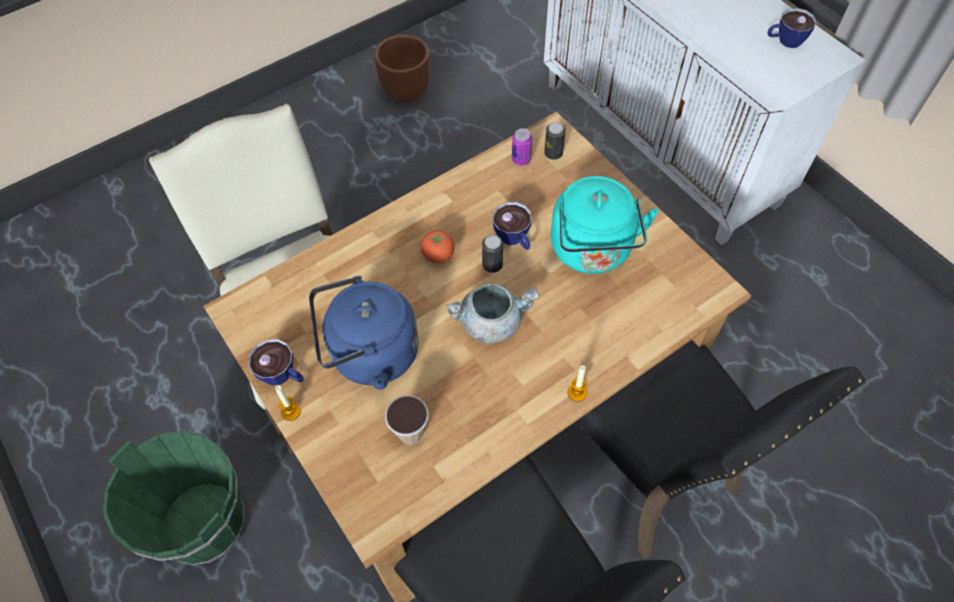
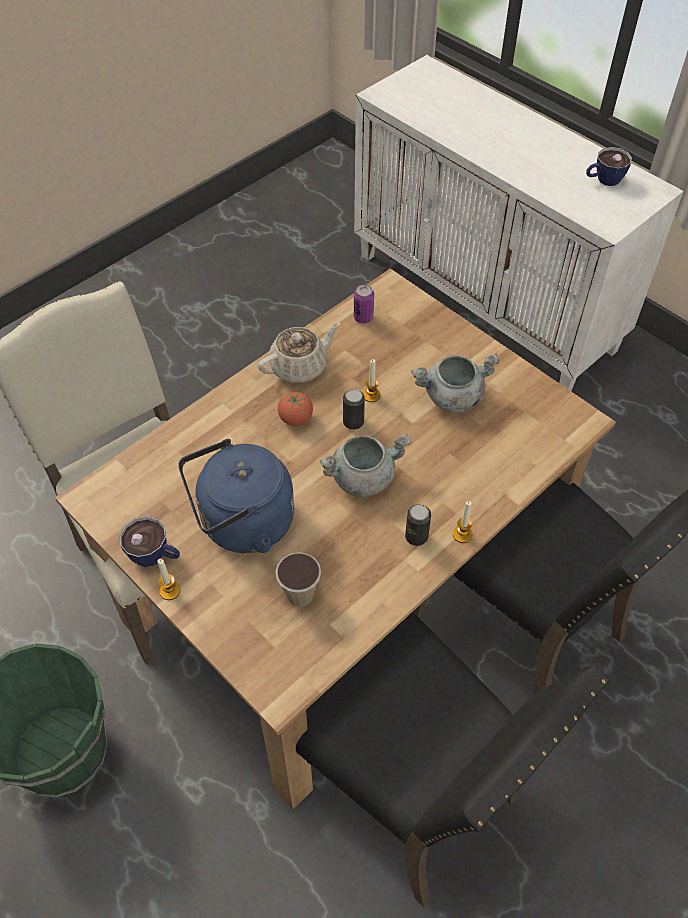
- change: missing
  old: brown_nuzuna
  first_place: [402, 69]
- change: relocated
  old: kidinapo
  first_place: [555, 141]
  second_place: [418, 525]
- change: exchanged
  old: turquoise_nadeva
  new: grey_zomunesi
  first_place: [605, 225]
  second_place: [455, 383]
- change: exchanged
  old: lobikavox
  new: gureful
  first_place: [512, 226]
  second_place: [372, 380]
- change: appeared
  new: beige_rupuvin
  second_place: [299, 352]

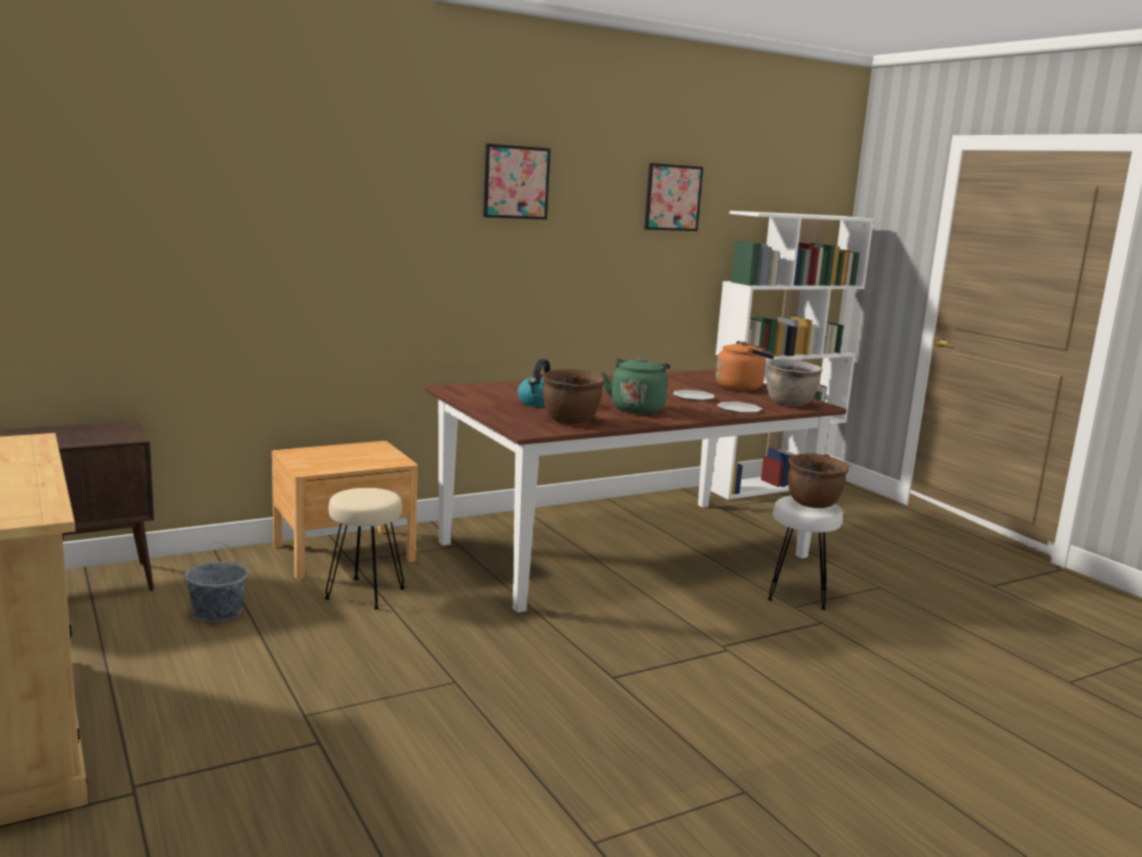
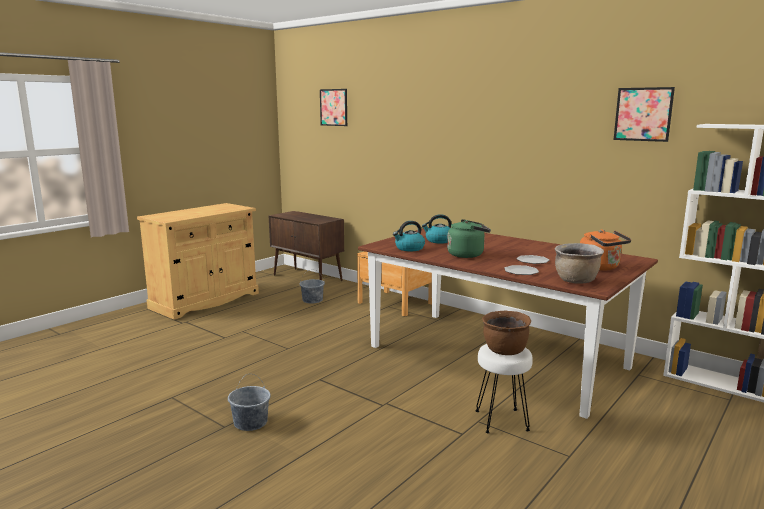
- change: relocated
  old: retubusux
  first_place: [517, 182]
  second_place: [333, 107]
- change: exchanged
  old: brown_zomunesi
  new: nadeva
  first_place: [573, 396]
  second_place: [409, 236]
- change: missing
  old: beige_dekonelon
  first_place: [364, 549]
- change: appeared
  new: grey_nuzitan
  second_place: [249, 402]

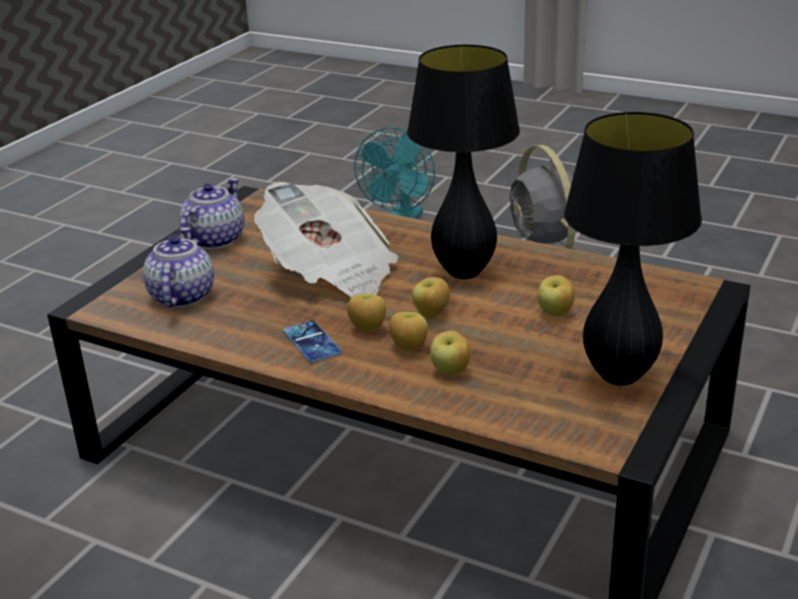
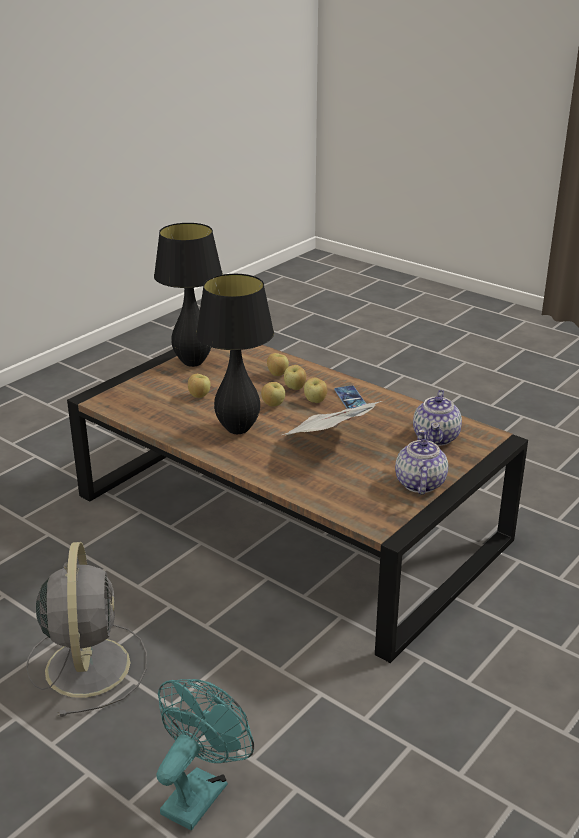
- change: spun
  old: rupuvin
  first_place: [211, 213]
  second_place: [421, 462]
  degrees: 150

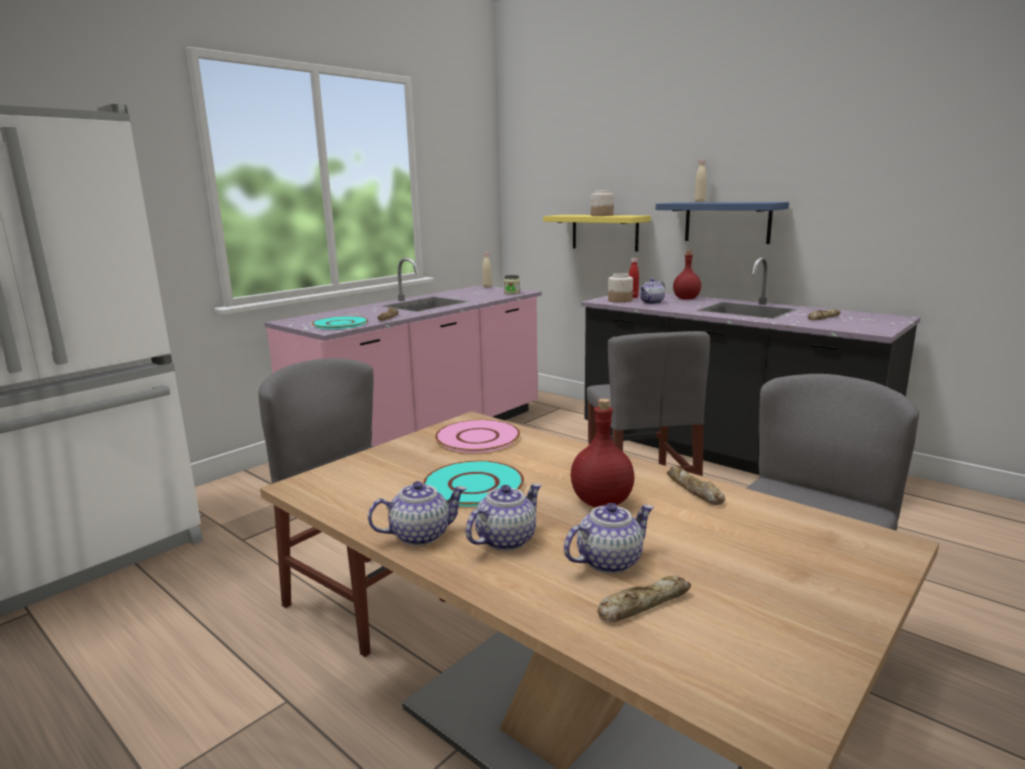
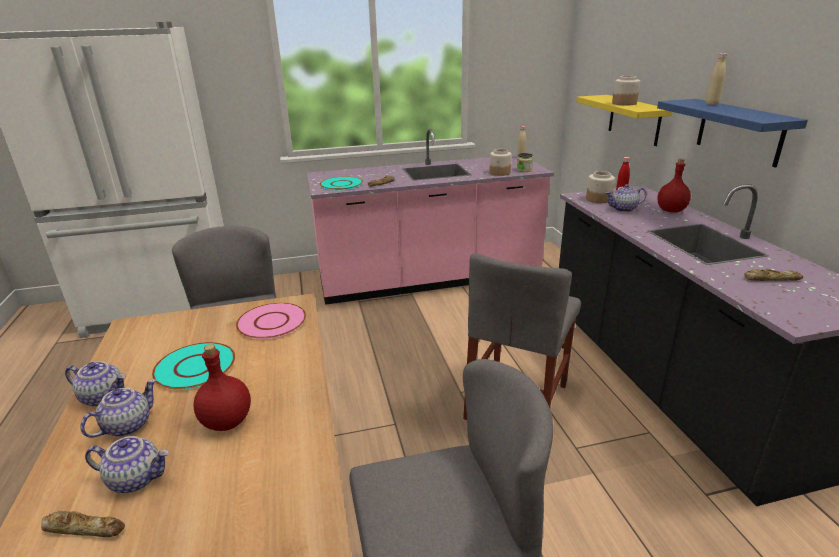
- change: missing
  old: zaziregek
  first_place: [696, 486]
- change: spun
  old: rupuvin
  first_place: [503, 517]
  second_place: [118, 408]
  degrees: -45
- change: appeared
  new: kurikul
  second_place: [500, 162]

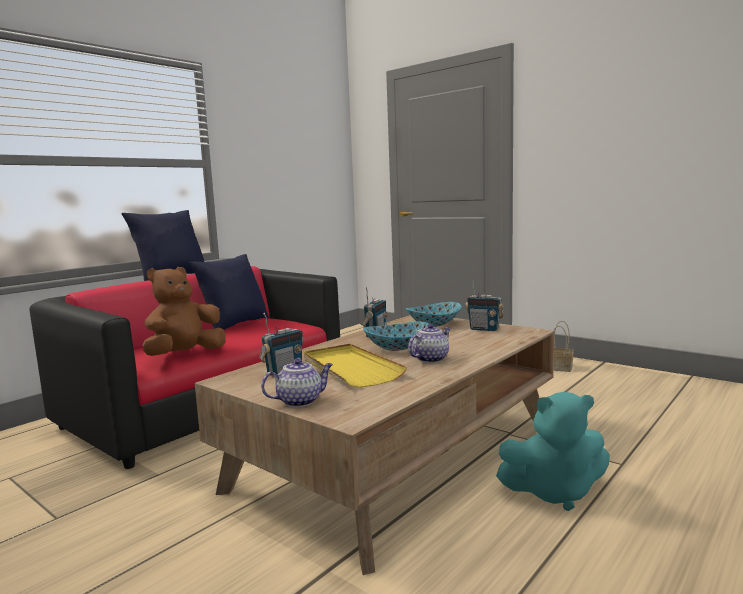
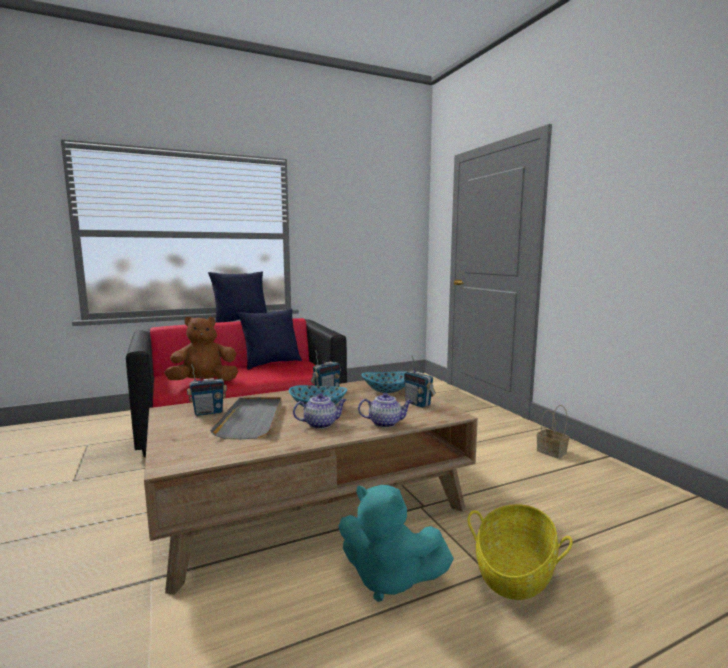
- change: colour
  old: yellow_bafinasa
  new: grey_bafinasa
  first_place: [355, 366]
  second_place: [245, 418]
- change: relocated
  old: rupuvin
  first_place: [297, 382]
  second_place: [385, 410]
- change: appeared
  new: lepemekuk
  second_place: [520, 552]

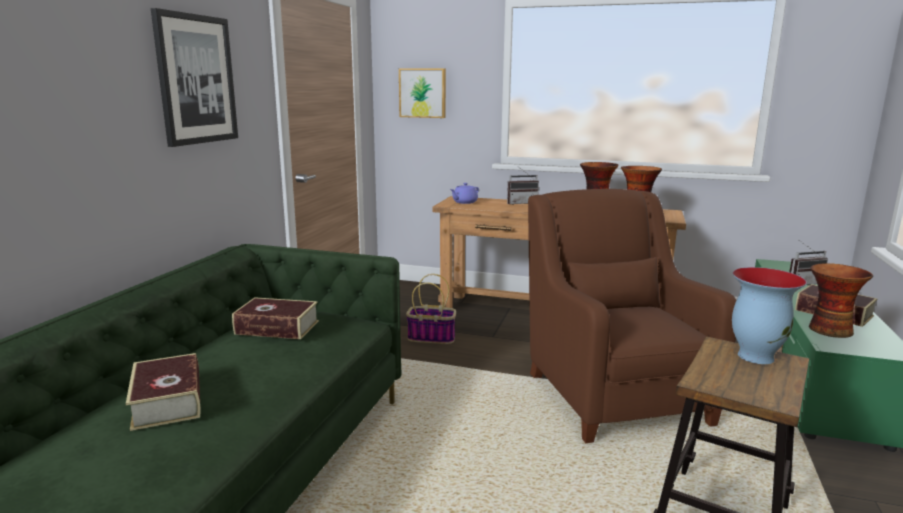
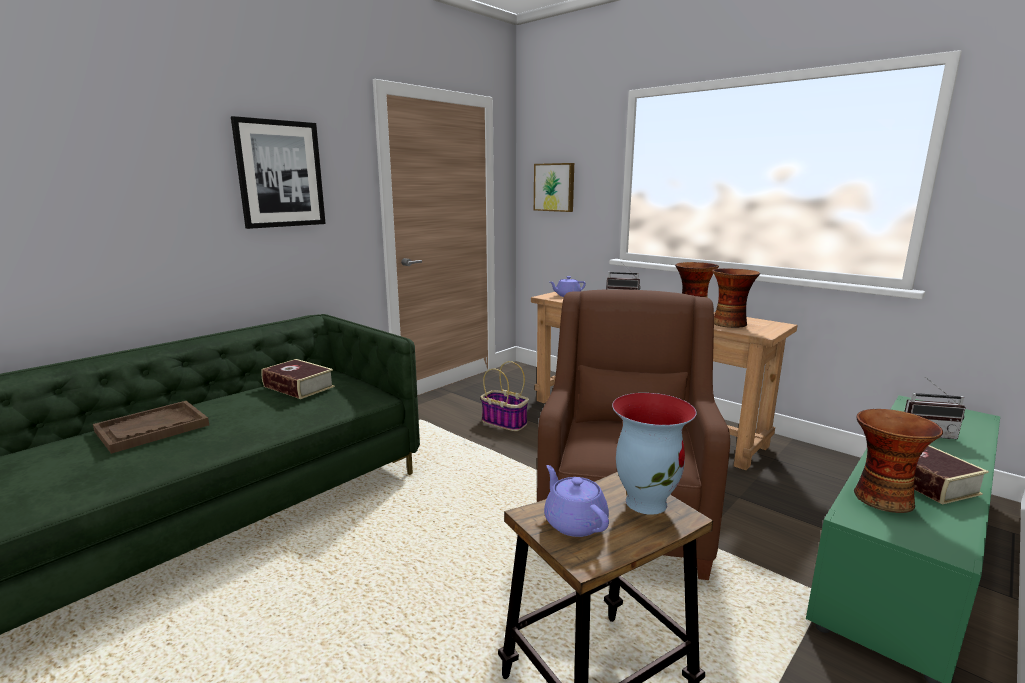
- change: exchanged
  old: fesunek
  new: brown_bafinasa
  first_place: [163, 392]
  second_place: [151, 427]
- change: appeared
  new: purple_rupuvin
  second_place: [576, 501]

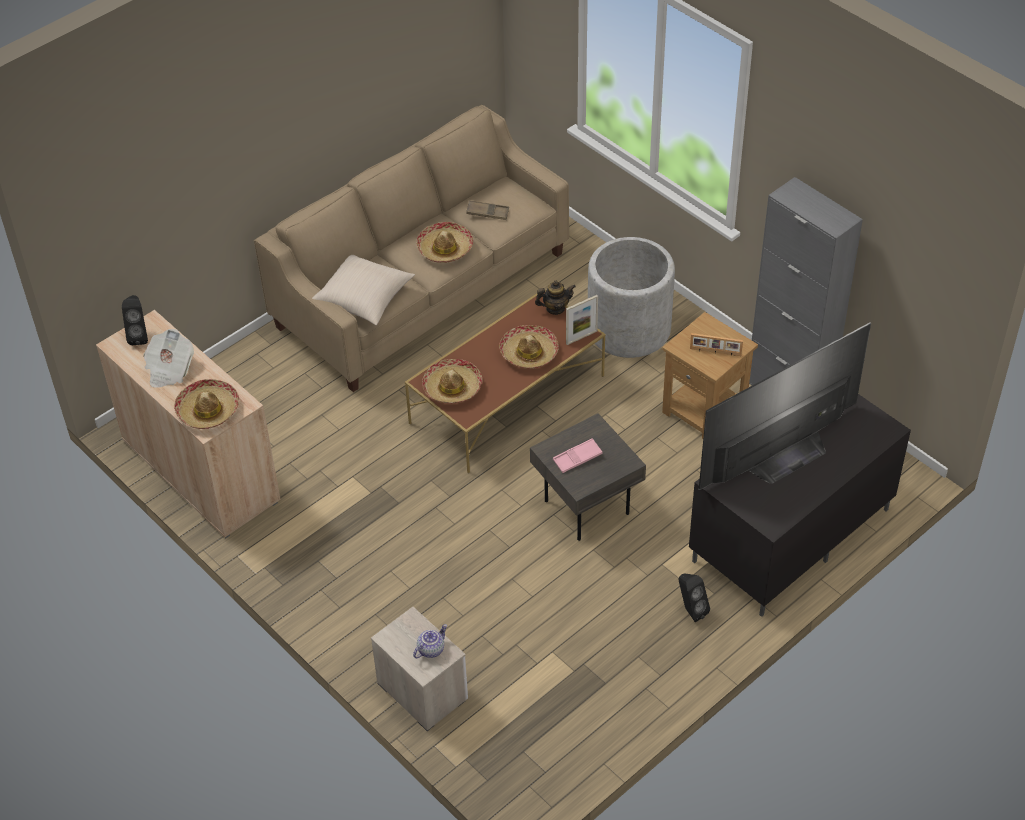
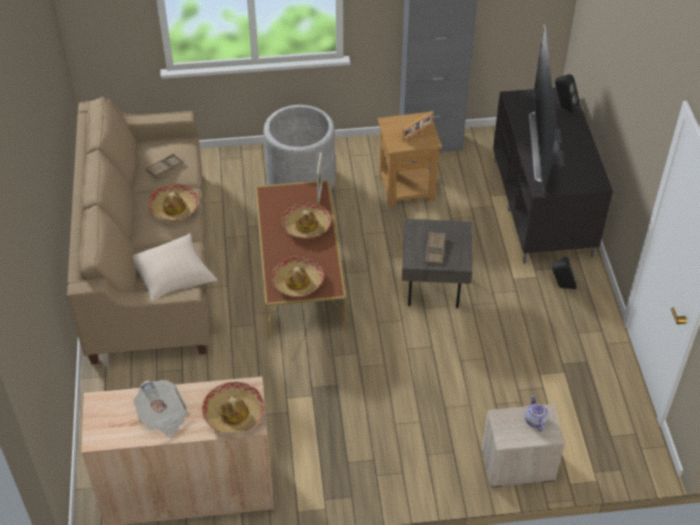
- change: missing
  old: rupuvin
  first_place: [555, 298]
- change: relocated
  old: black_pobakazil
  first_place: [135, 320]
  second_place: [567, 93]
- change: colour
  old: pink_bafinasa
  new: brown_bafinasa
  first_place: [578, 455]
  second_place: [435, 248]

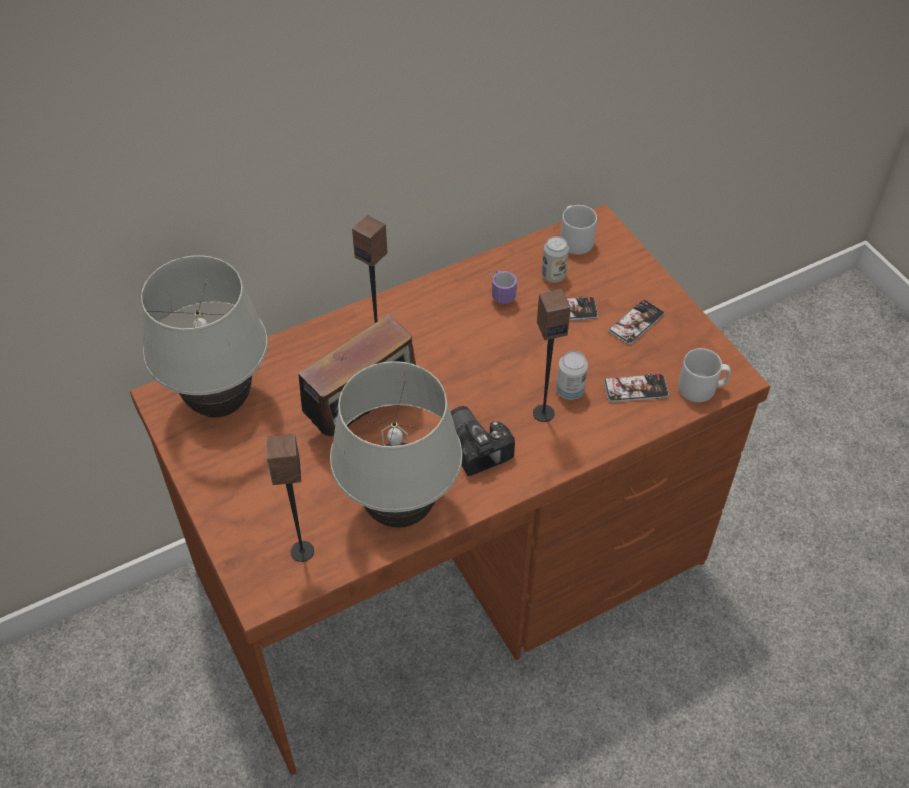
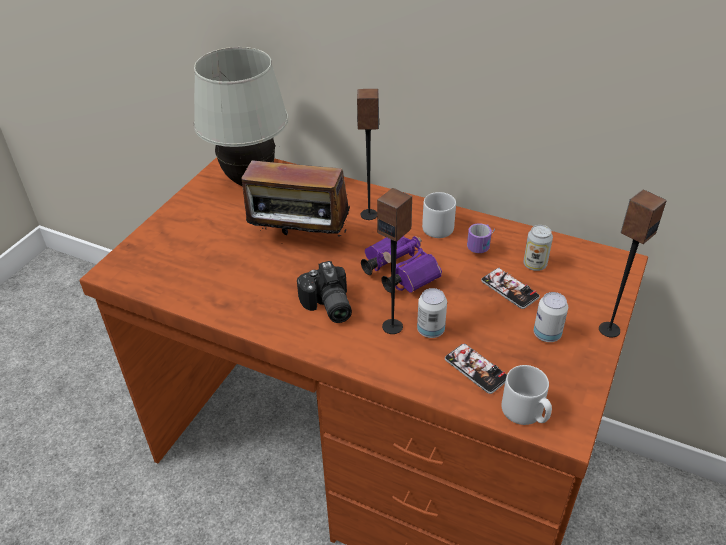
- change: relocated
  old: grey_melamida
  first_place: [578, 230]
  second_place: [439, 215]
- change: exchanged
  old: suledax
  new: kidinapo
  first_place: [636, 322]
  second_place: [550, 317]
- change: missing
  old: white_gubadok
  first_place: [396, 444]
- change: spun
  old: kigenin
  first_place: [483, 441]
  second_place: [324, 292]
  degrees: 135
- change: relocated
  old: pobakazil
  first_place: [290, 498]
  second_place: [633, 264]
- change: appeared
  new: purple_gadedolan
  second_place: [401, 264]

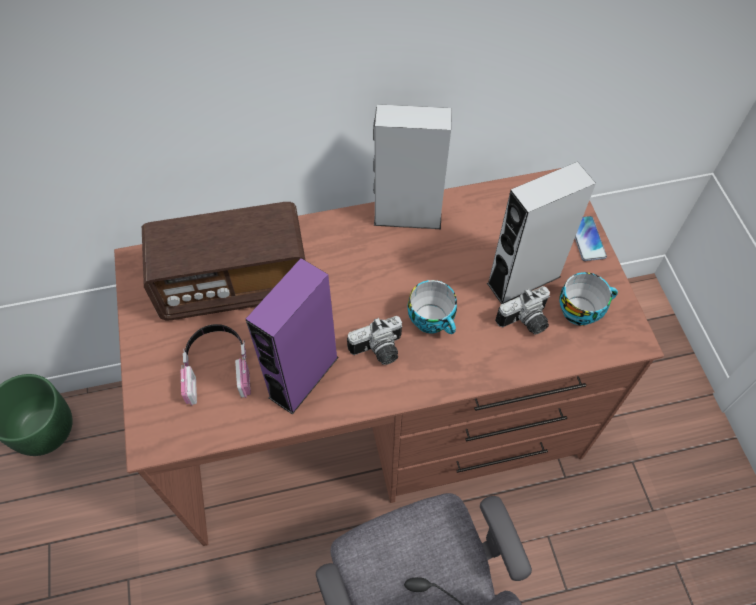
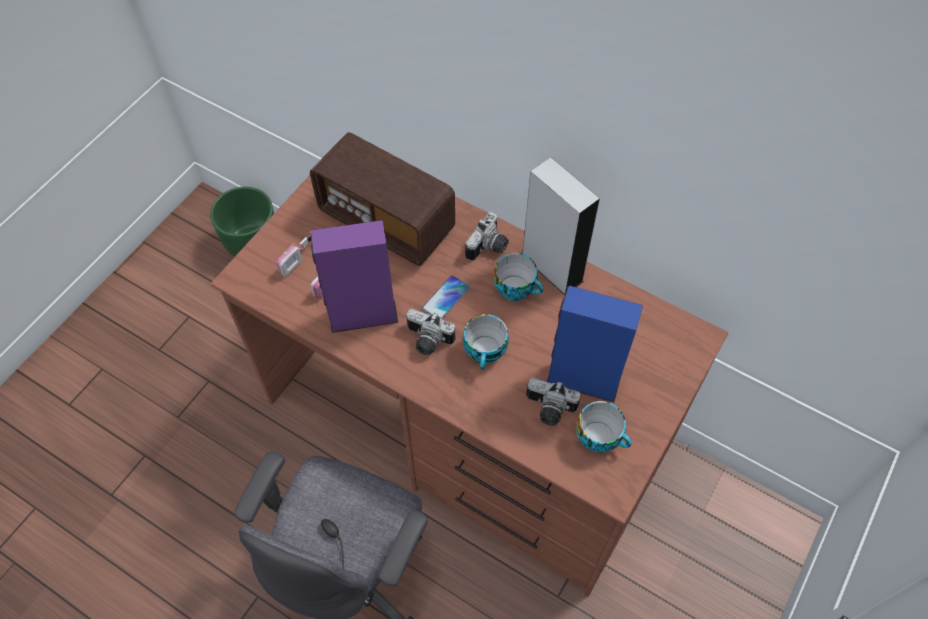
- change: colour
  old: grey_pobakazil
  new: blue_pobakazil
  first_place: [541, 233]
  second_place: [595, 344]
- change: relocated
  old: suledax
  first_place: [591, 238]
  second_place: [446, 297]
- change: appeared
  new: kigenin
  second_place: [487, 236]
- change: appeared
  new: lobikavox
  second_place: [518, 277]

